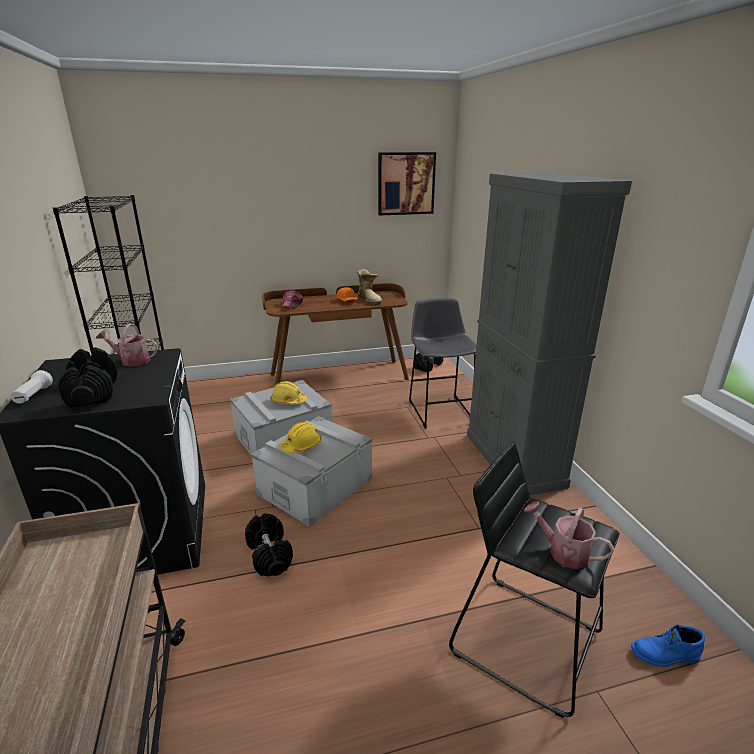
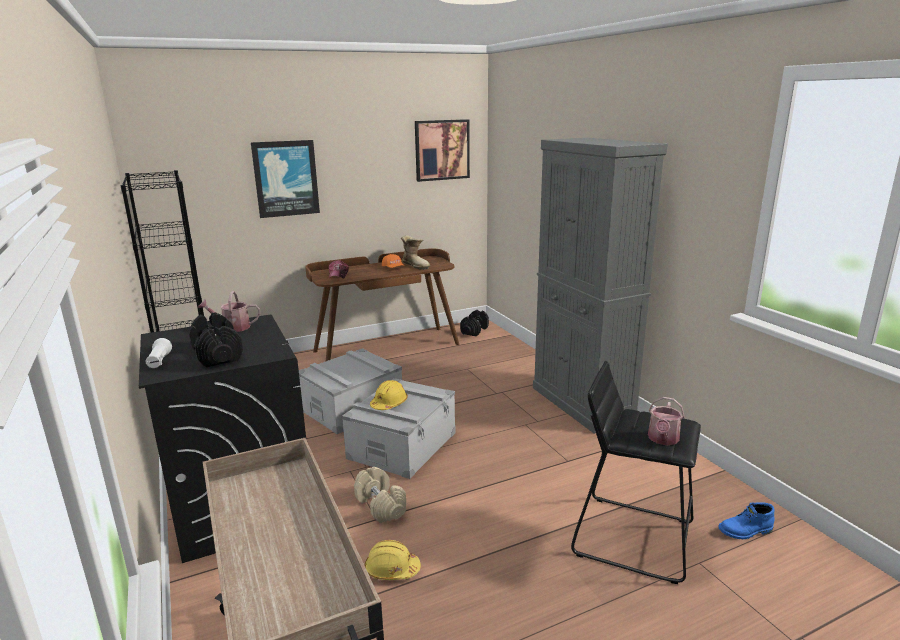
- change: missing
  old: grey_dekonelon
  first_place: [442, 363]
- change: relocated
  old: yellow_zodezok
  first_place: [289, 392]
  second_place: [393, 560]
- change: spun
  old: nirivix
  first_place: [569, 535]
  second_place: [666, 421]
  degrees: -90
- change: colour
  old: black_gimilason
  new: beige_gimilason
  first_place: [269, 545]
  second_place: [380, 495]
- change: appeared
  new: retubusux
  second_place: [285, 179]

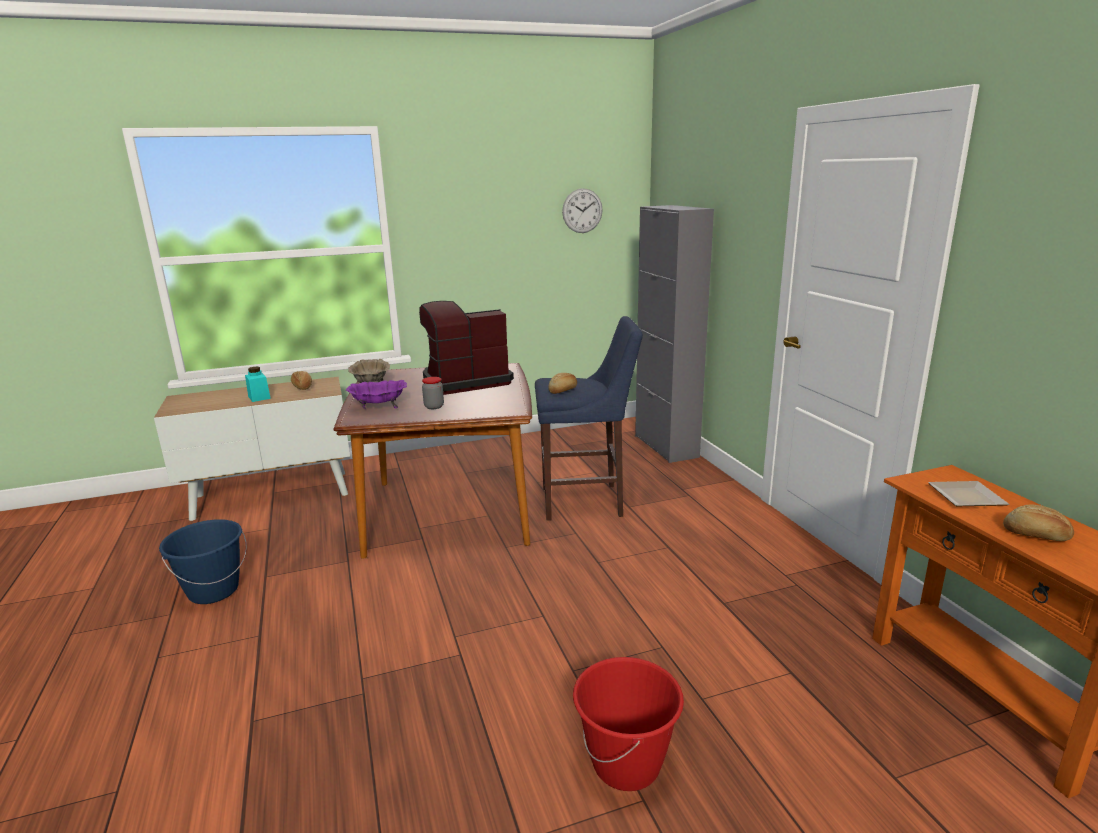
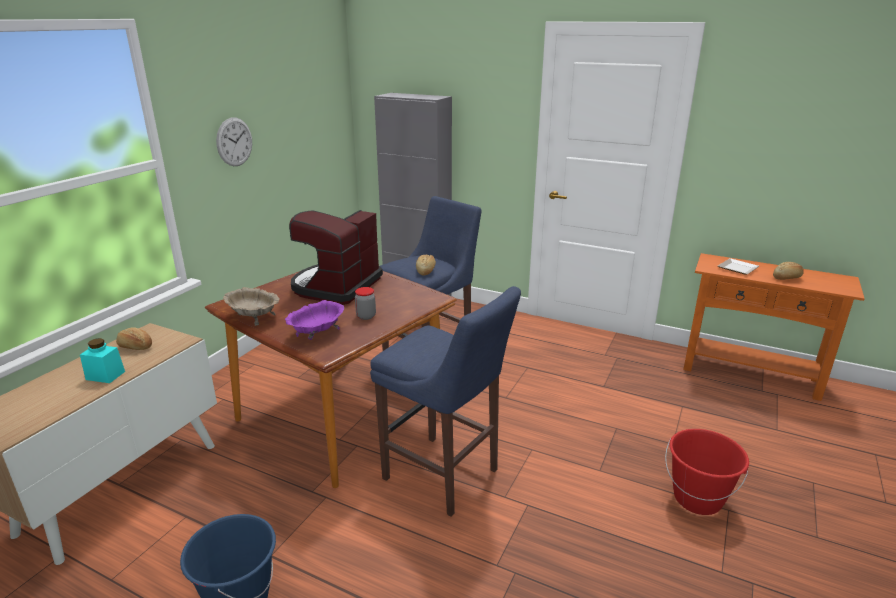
- change: relocated
  old: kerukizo
  first_place: [582, 210]
  second_place: [234, 142]
- change: appeared
  new: blue_dekonelon
  second_place: [445, 401]

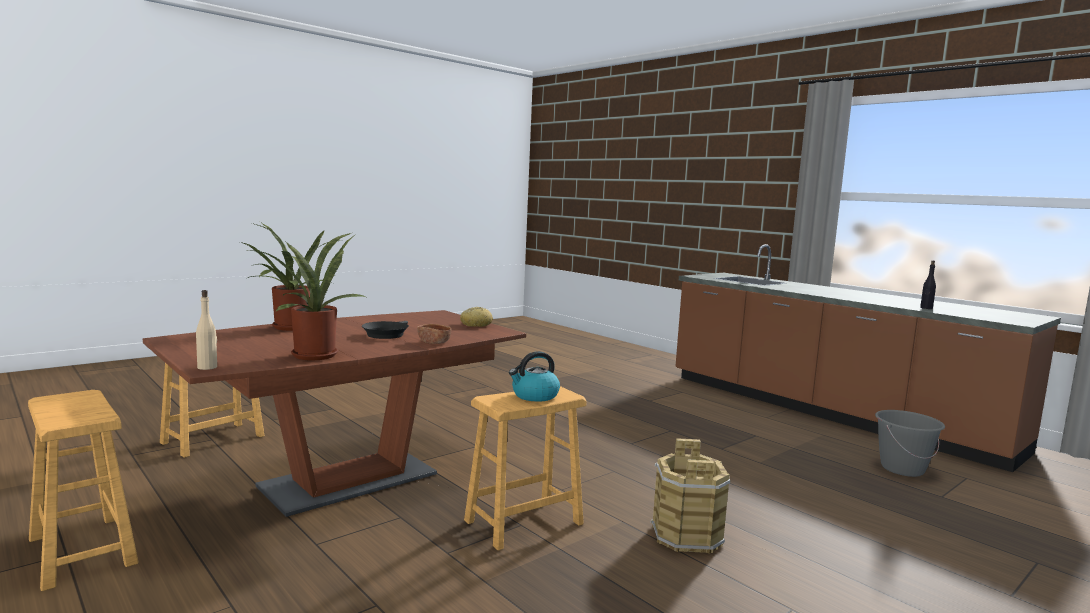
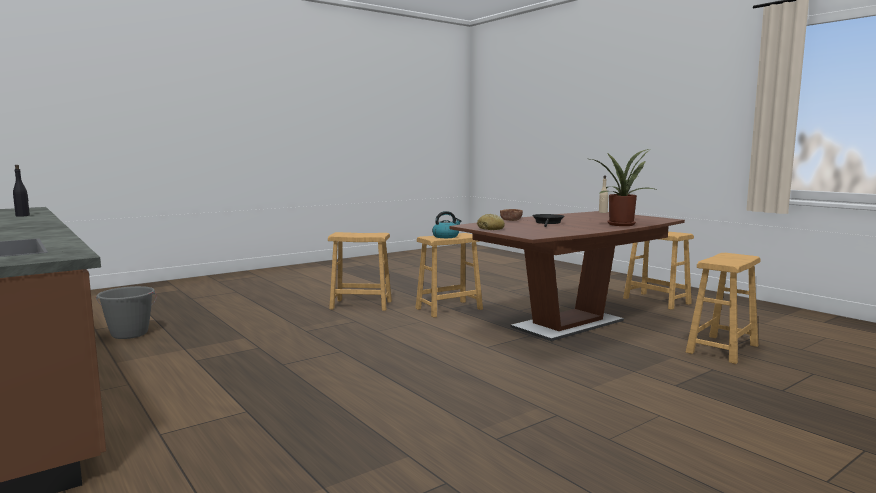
- change: missing
  old: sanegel
  first_place: [308, 296]
- change: exchanged
  old: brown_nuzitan
  new: brown_dekonelon
  first_place: [690, 496]
  second_place: [360, 271]

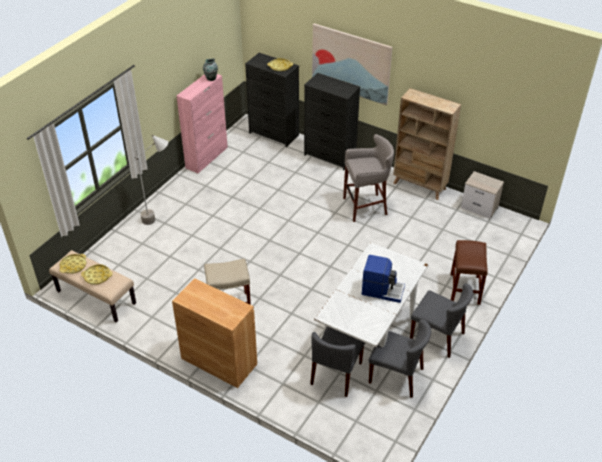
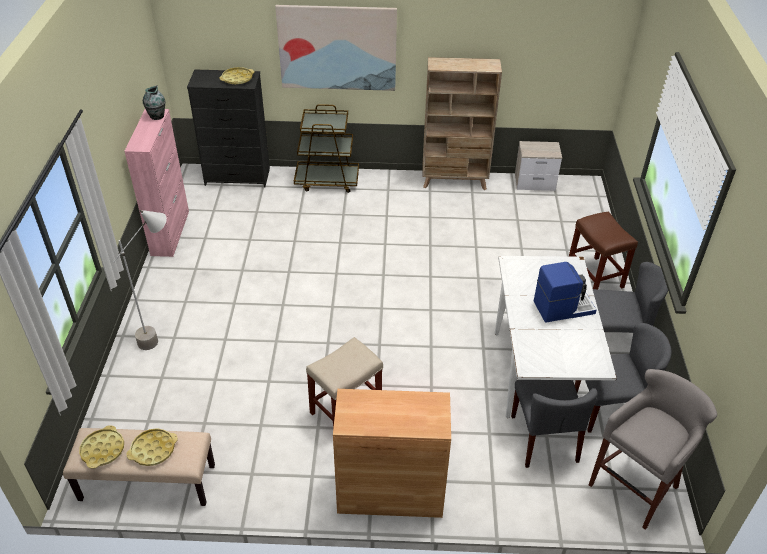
- change: exchanged
  old: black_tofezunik
  new: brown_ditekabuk
  first_place: [332, 121]
  second_place: [326, 148]
- change: relocated
  old: grey_dekonelon
  first_place: [368, 178]
  second_place: [653, 449]

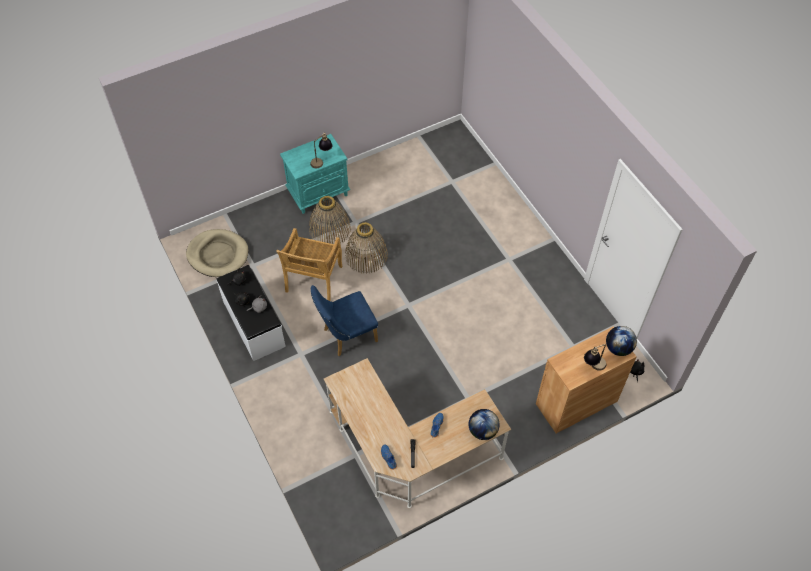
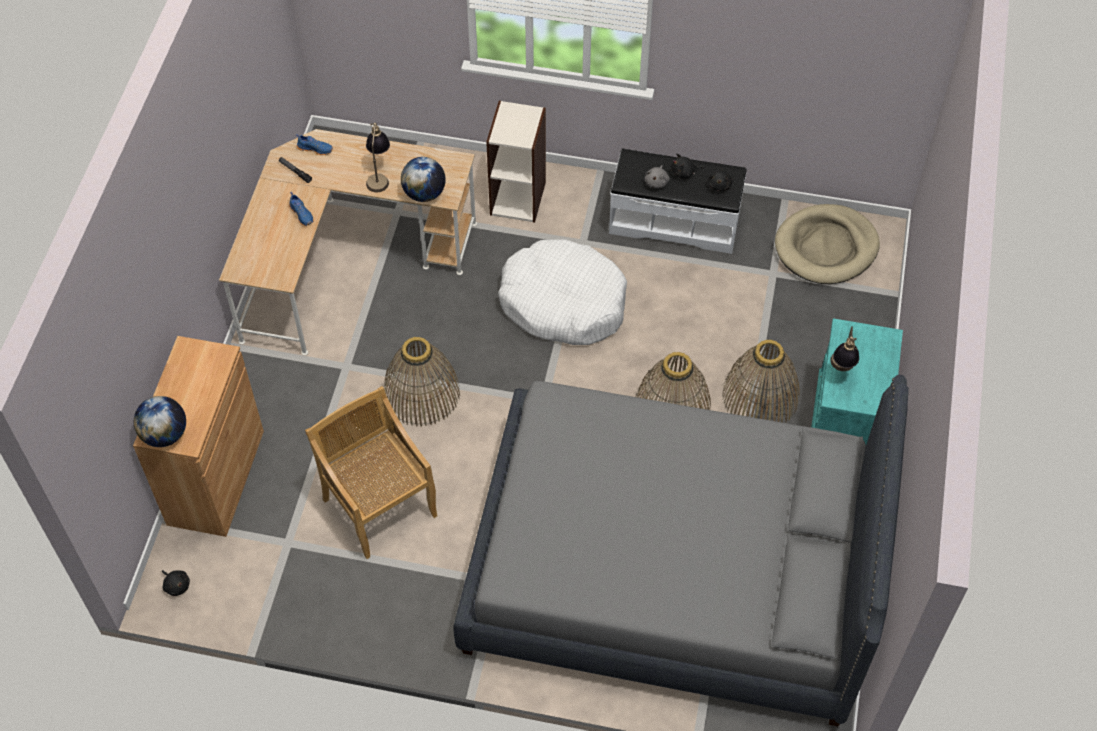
- change: relocated
  old: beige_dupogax
  first_place: [309, 264]
  second_place: [371, 472]
- change: exchanged
  old: blue_dupogax
  new: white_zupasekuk
  first_place: [344, 320]
  second_place: [562, 292]
- change: relocated
  old: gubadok
  first_place: [595, 357]
  second_place: [378, 158]
- change: relocated
  old: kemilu
  first_place: [484, 424]
  second_place: [423, 179]
- change: appeared
  new: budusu
  second_place: [516, 162]
- change: appeared
  new: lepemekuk
  second_place: [422, 382]
- change: appeared
  new: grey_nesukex
  second_place: [681, 550]

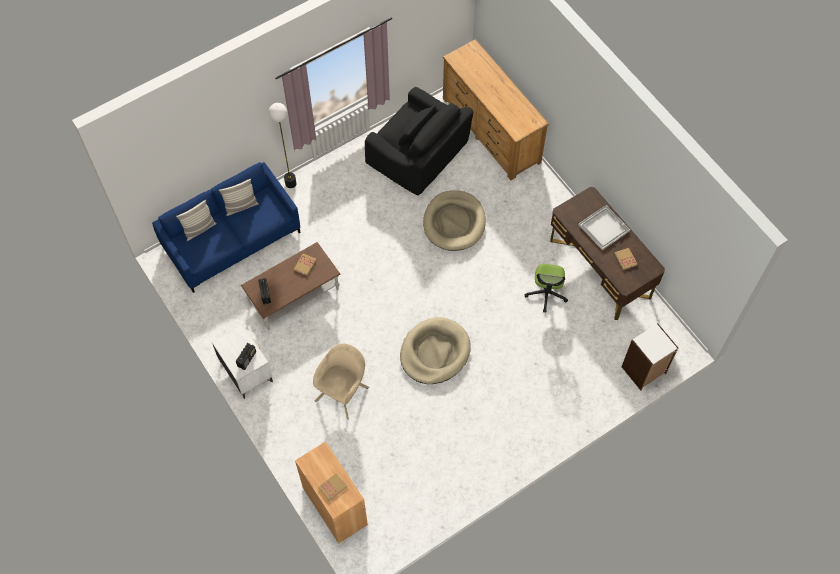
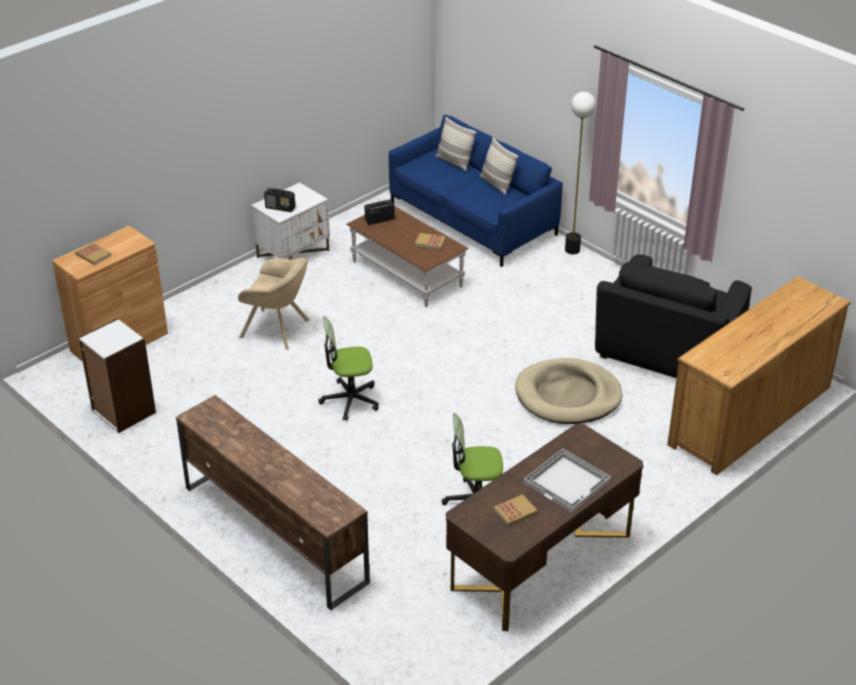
- change: exchanged
  old: beige_zupasekuk
  new: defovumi
  first_place: [435, 350]
  second_place: [348, 368]
- change: relocated
  old: white_budusu
  first_place: [650, 357]
  second_place: [117, 375]
- change: appeared
  new: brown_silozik
  second_place: [273, 502]

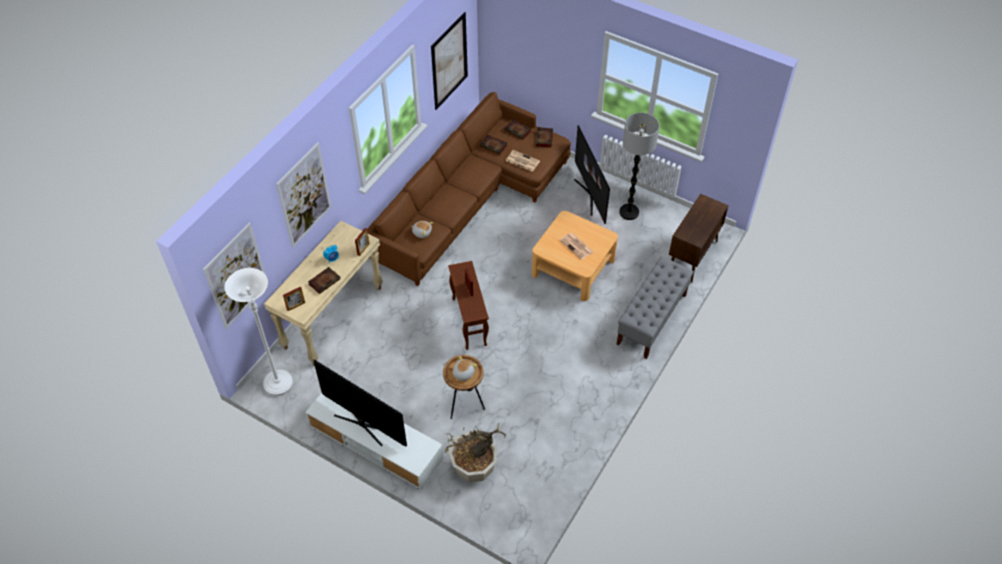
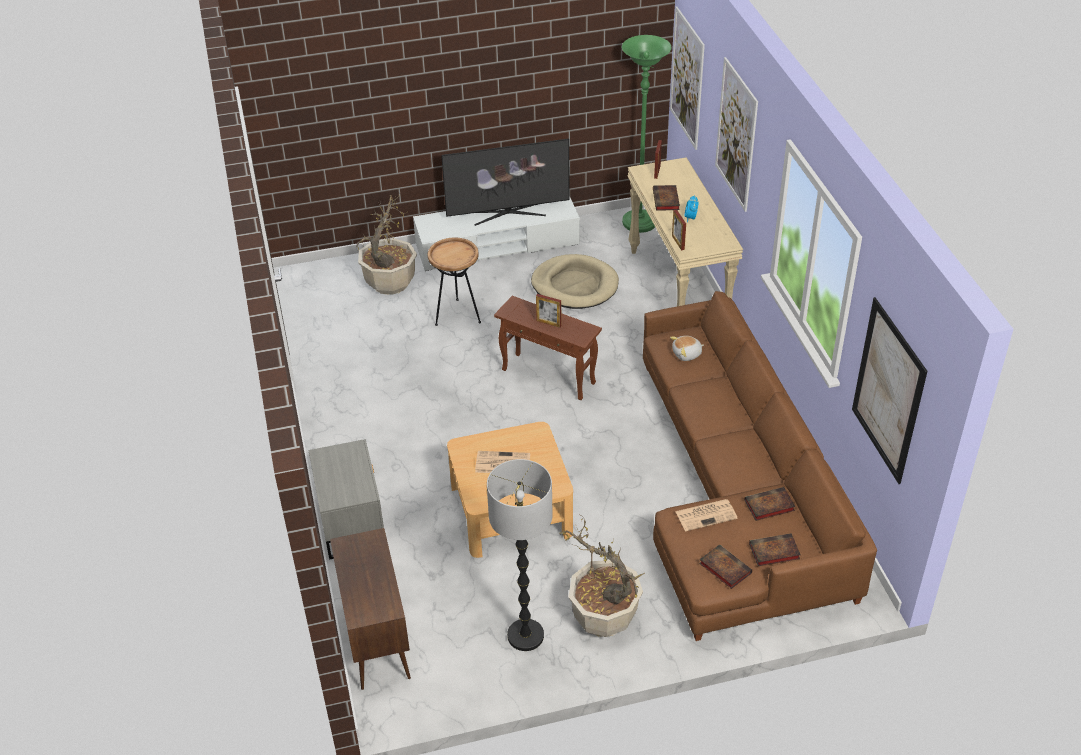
- change: exchanged
  old: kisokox
  new: sanegel
  first_place: [592, 174]
  second_place: [602, 576]
- change: exchanged
  old: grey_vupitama
  new: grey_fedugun
  first_place: [655, 308]
  second_place: [346, 499]
- change: colour
  old: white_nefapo
  new: green_nefapo
  first_place: [259, 332]
  second_place: [647, 134]
- change: missing
  old: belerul
  first_place: [465, 368]
- change: appeared
  new: beige_zupasekuk
  second_place: [575, 281]

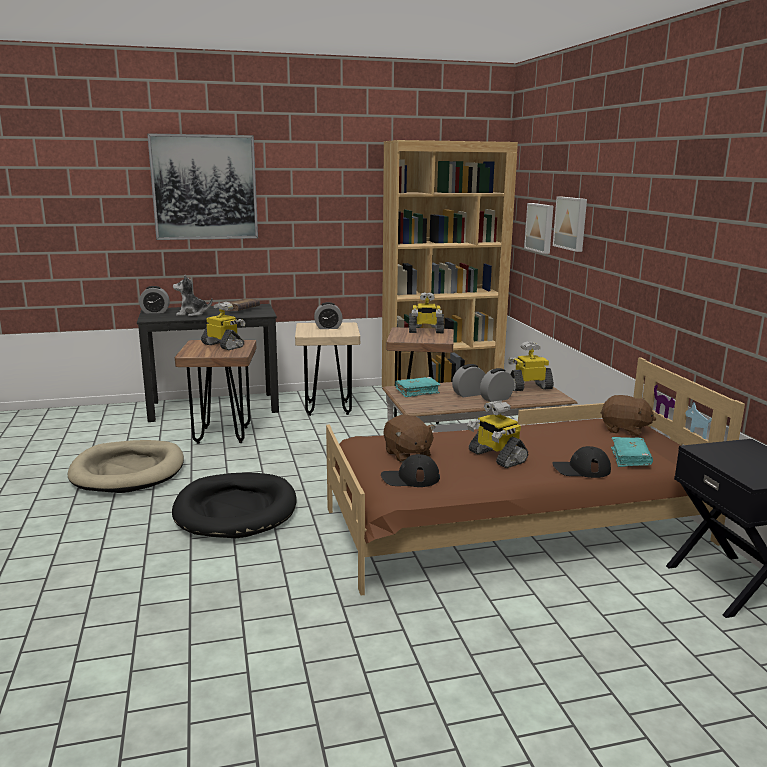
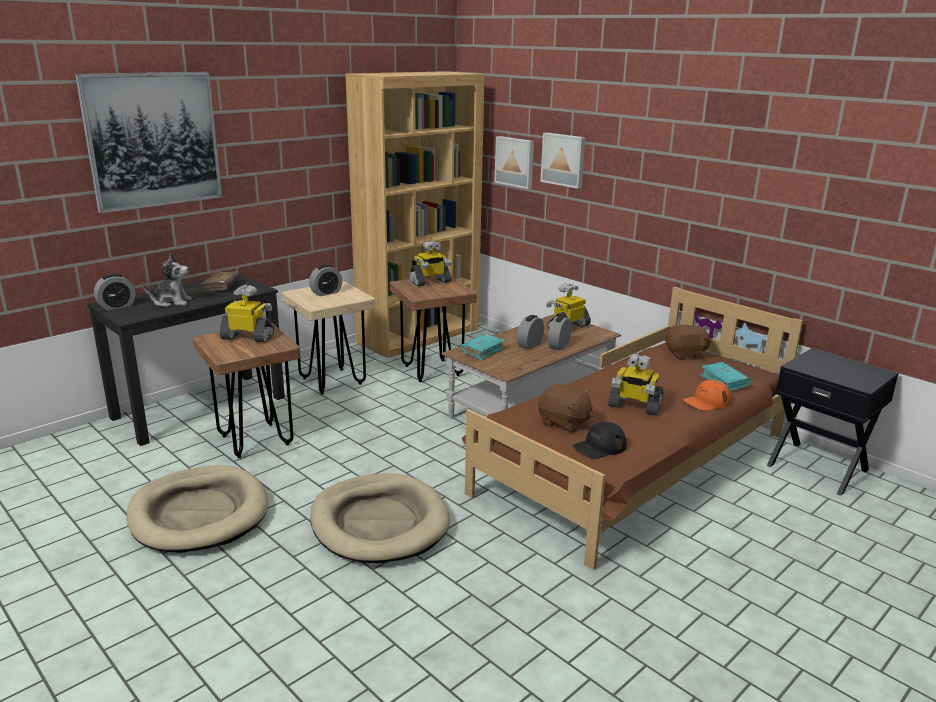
- change: spun
  old: belerul
  first_place: [192, 296]
  second_place: [167, 280]
  degrees: -150
- change: colour
  old: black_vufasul
  new: orange_vufasul
  first_place: [581, 462]
  second_place: [706, 395]
- change: colour
  old: black_zupasekuk
  new: beige_zupasekuk
  first_place: [234, 505]
  second_place: [380, 518]

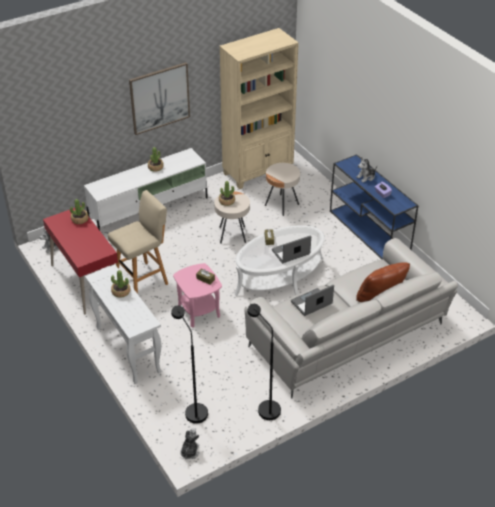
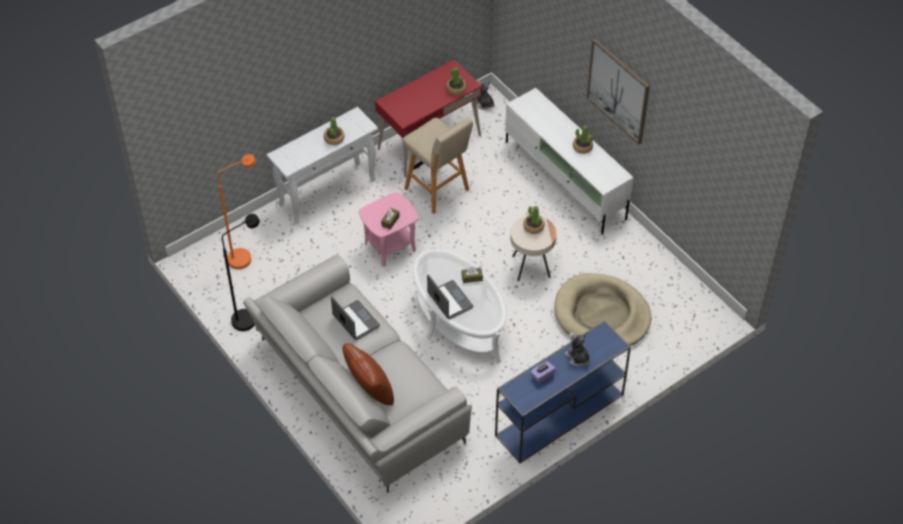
- change: missing
  old: beige_budusu
  first_place: [259, 108]
- change: exchanged
  old: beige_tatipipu
  new: beige_zupasekuk
  first_place: [282, 189]
  second_place: [602, 309]
- change: colour
  old: black_nefapo
  new: orange_nefapo
  first_place: [189, 364]
  second_place: [237, 211]
- change: missing
  old: belerul
  first_place: [189, 444]

